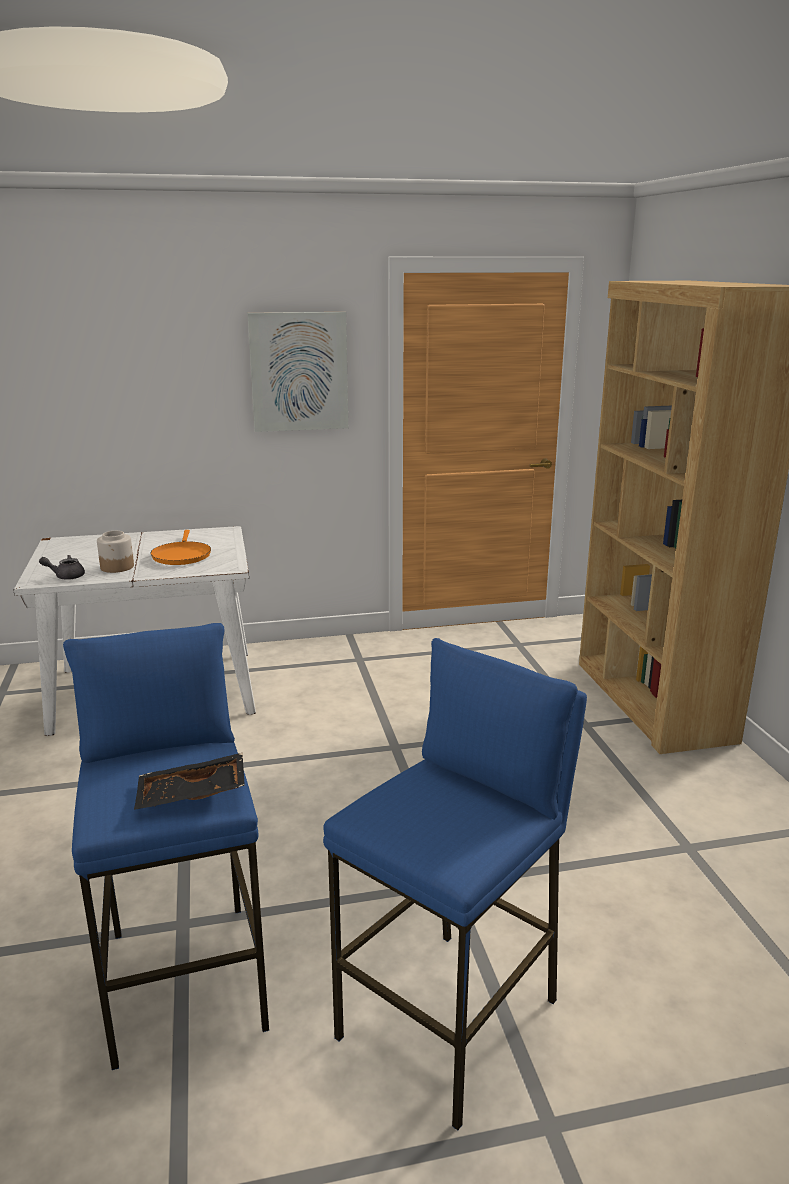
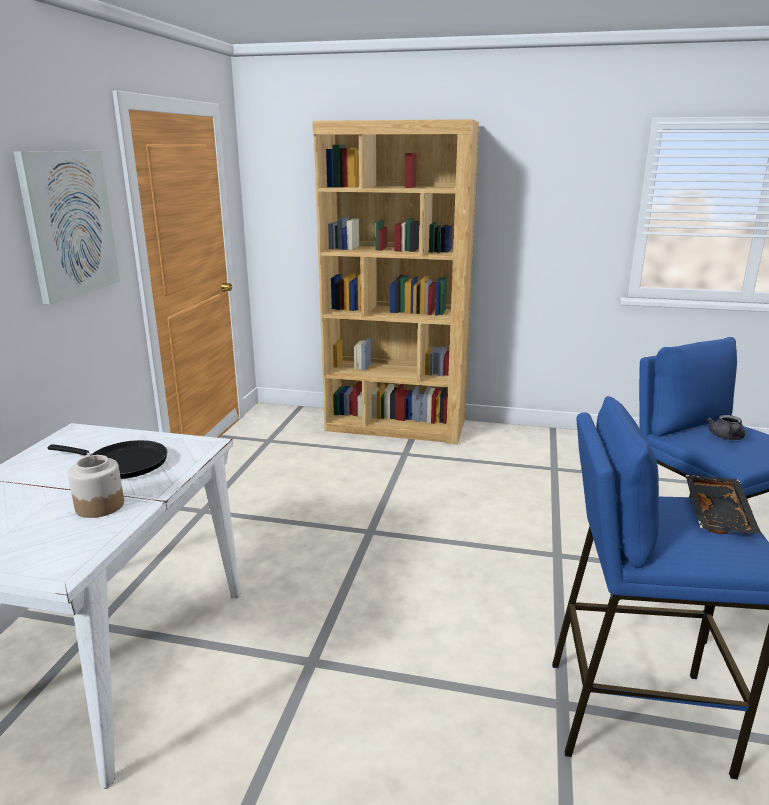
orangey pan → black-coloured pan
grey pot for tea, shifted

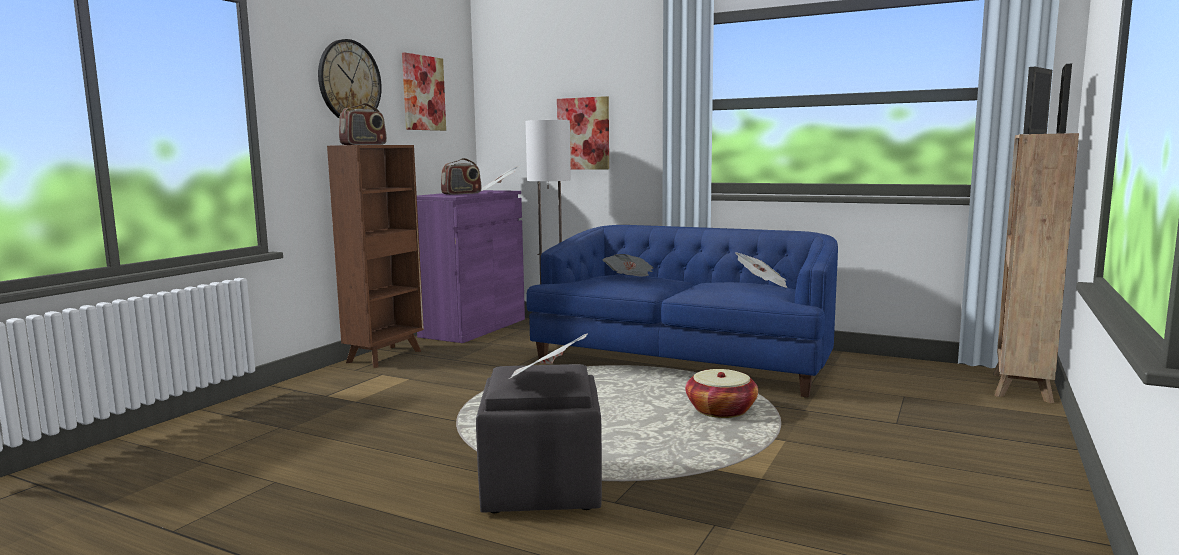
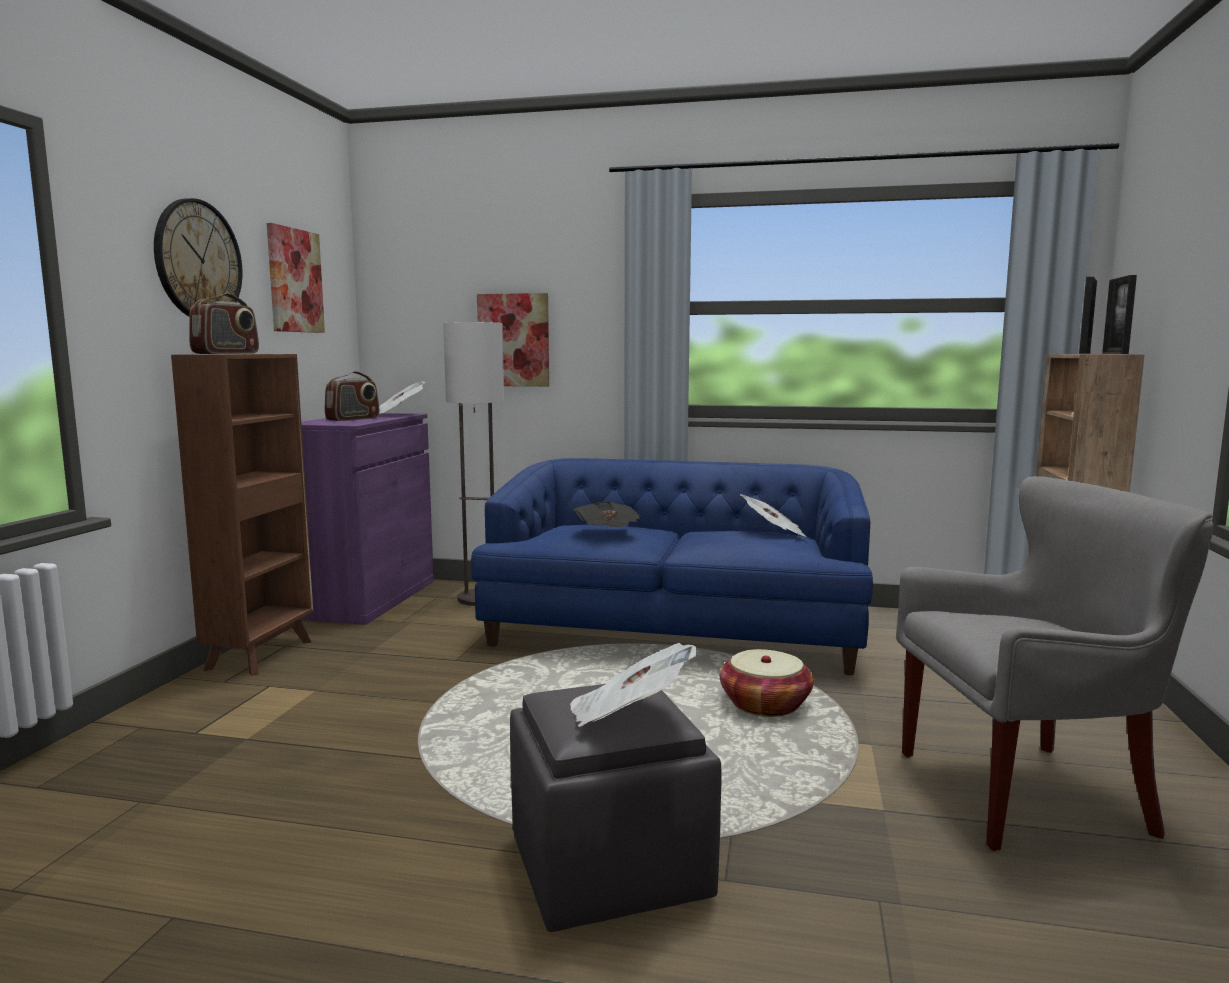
- → grey armchair

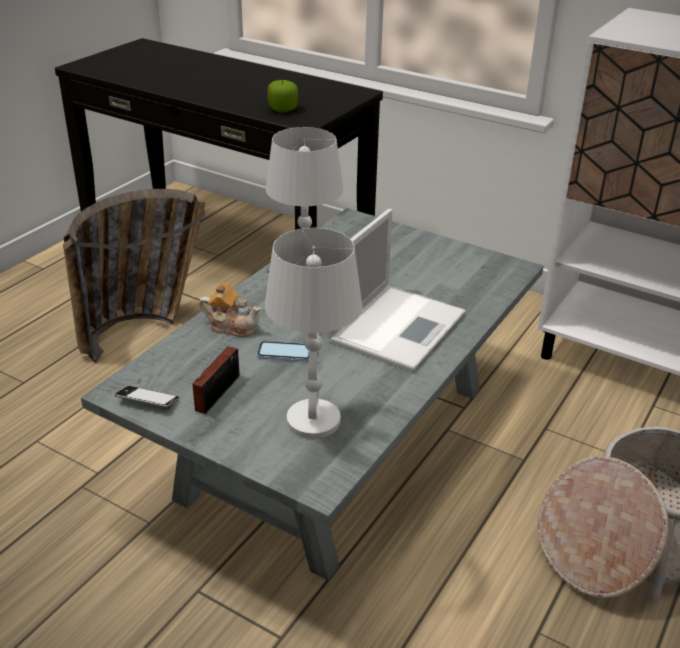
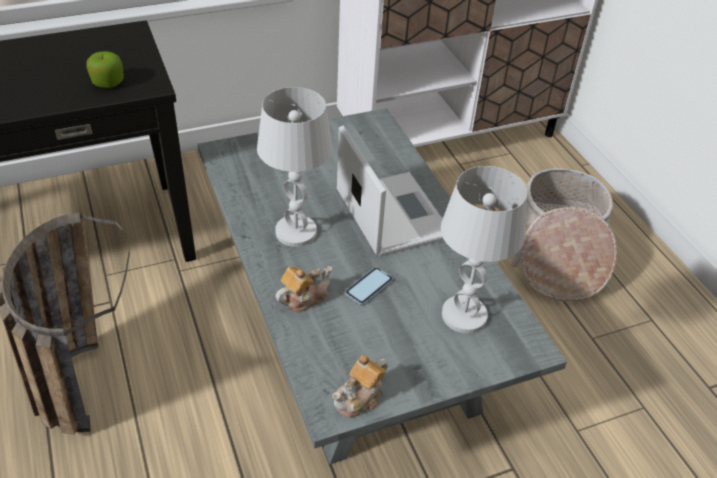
phone (no. 1 from left) → pot for tea (no. 2 from left)
radio → -

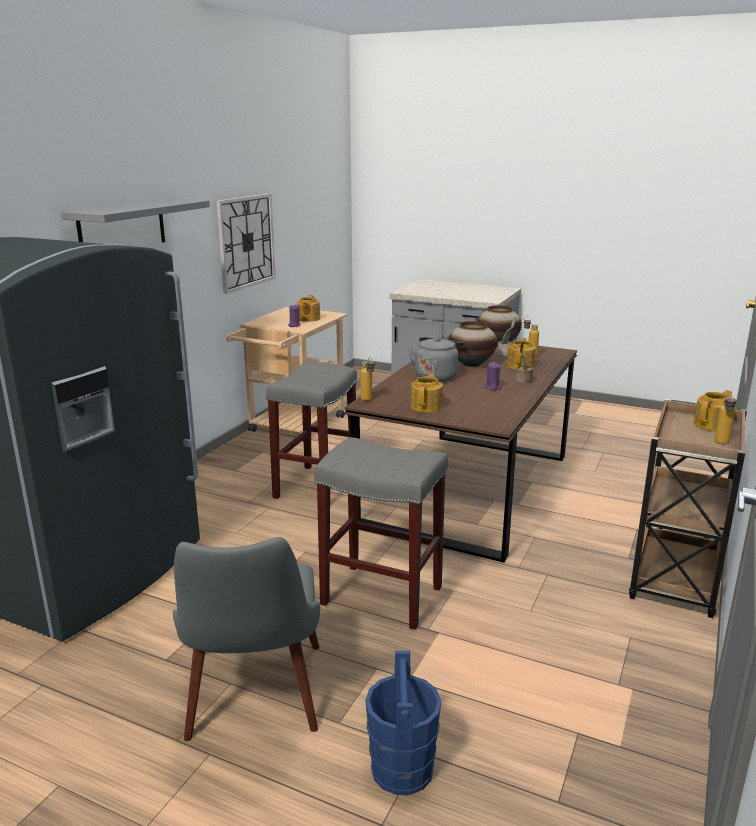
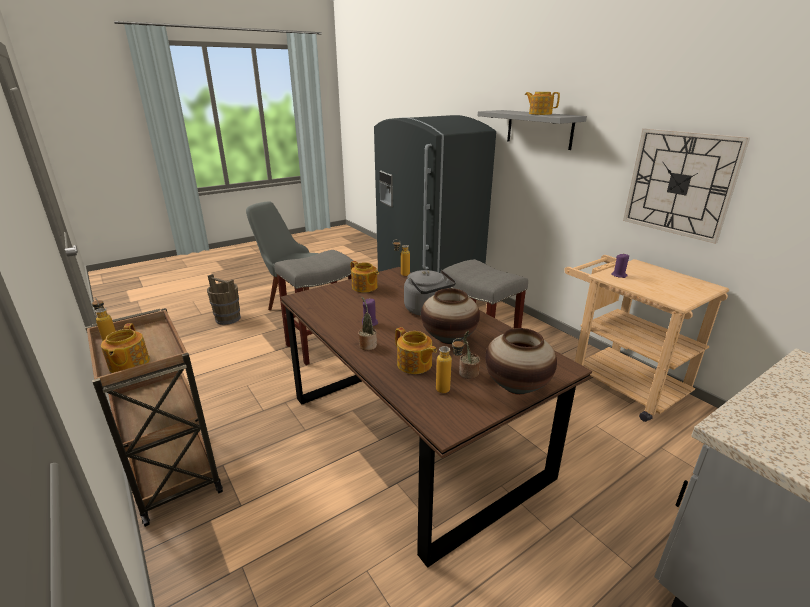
blue bucket → brown bucket
pot for tea (no. 1 from left in the first image) → pot for tea (no. 4 from left), shifted

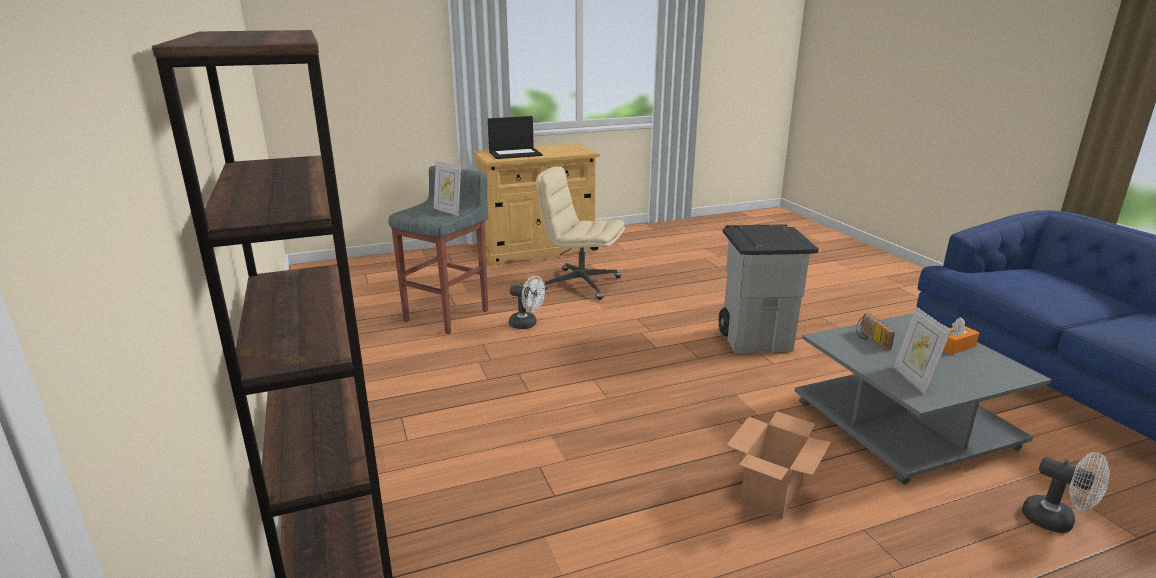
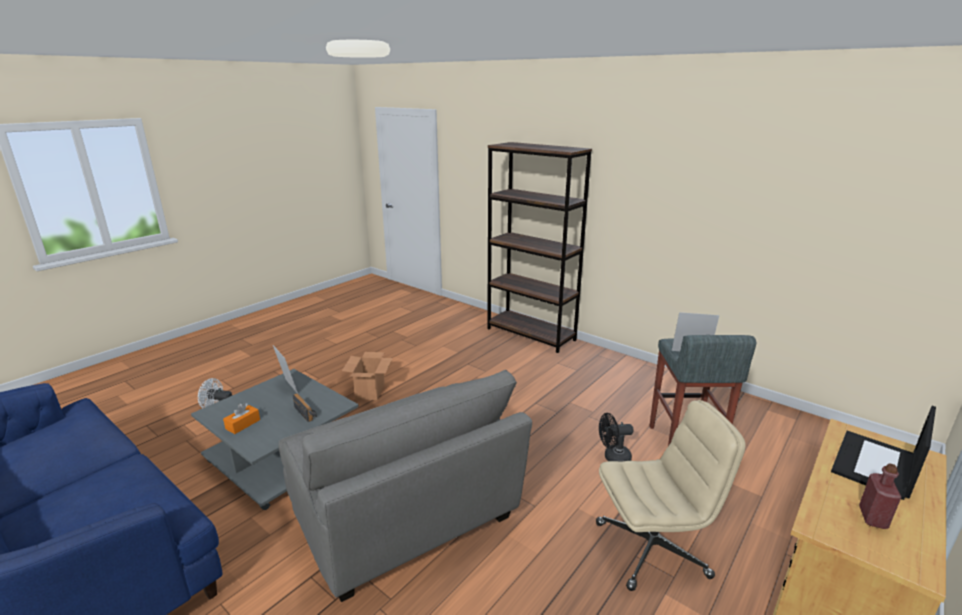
grey rubbish bin → grey armchair
white cooling fan (no. 1 from left) → black-coloured cooling fan
- → red-coloured beverage bottle

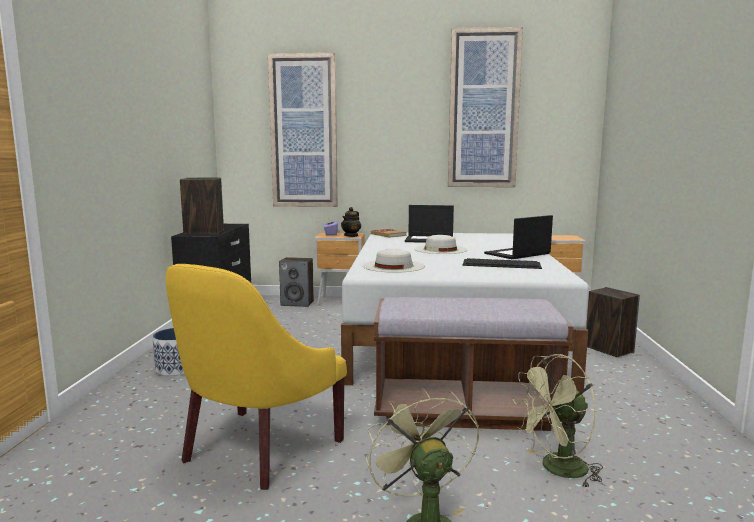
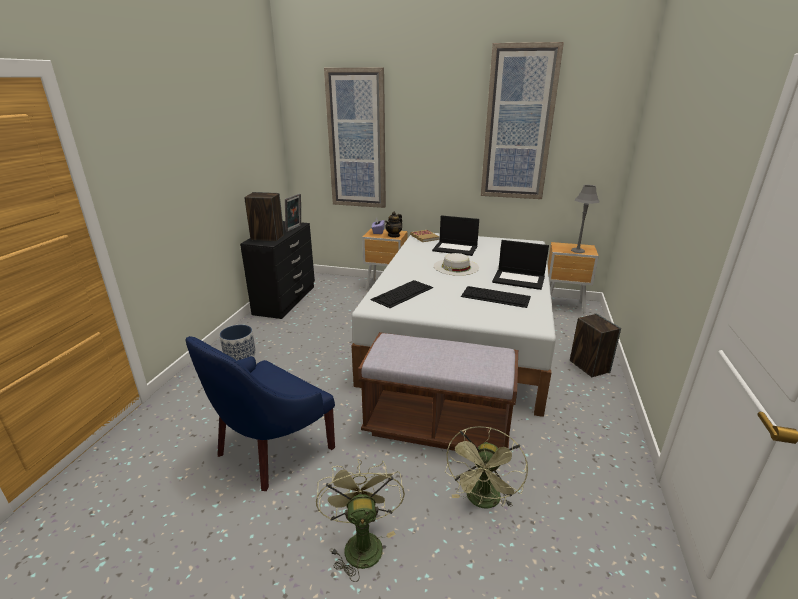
yellow-coloured armchair → blue armchair
- → photo frame
white hat (no. 1 from left) → computer keyboard (no. 1 from left)
greenish cooling fan (no. 2 from left), 60 degrees counterclockwise
portable computer (no. 2 from left), 135 degrees counterclockwise
- → grey table lamp
audio speaker (no. 2 from left) → -

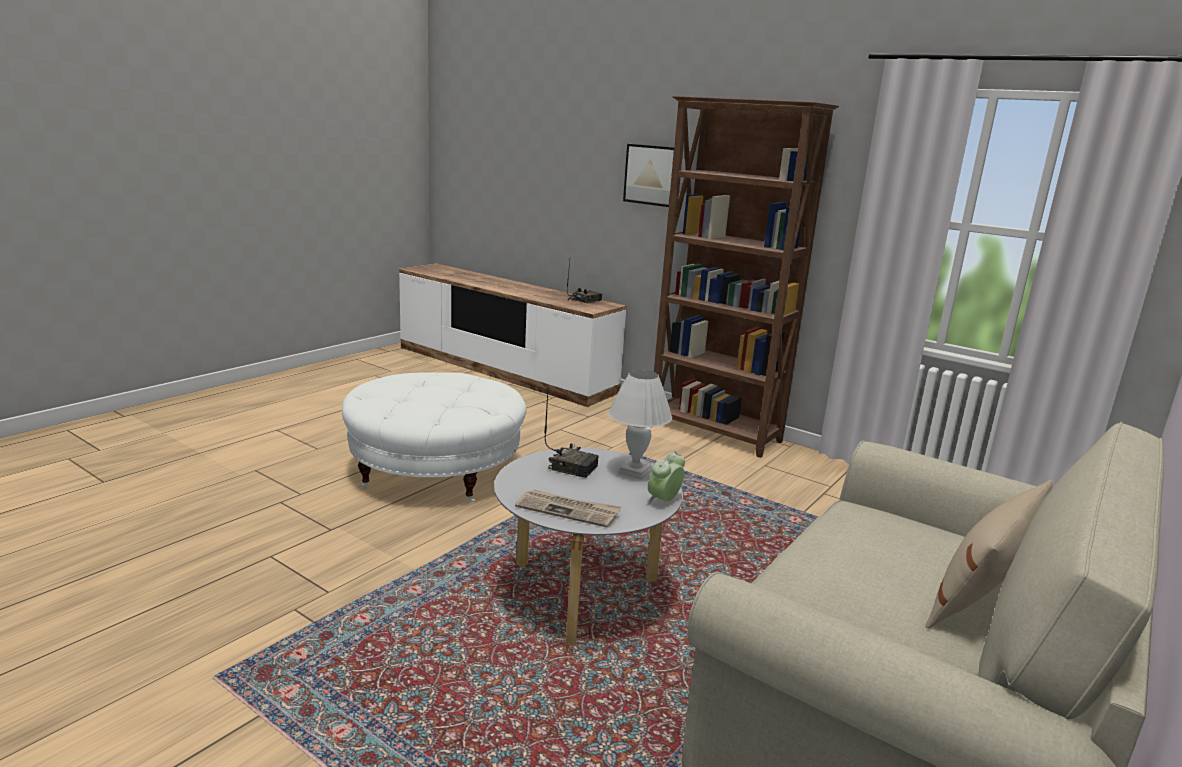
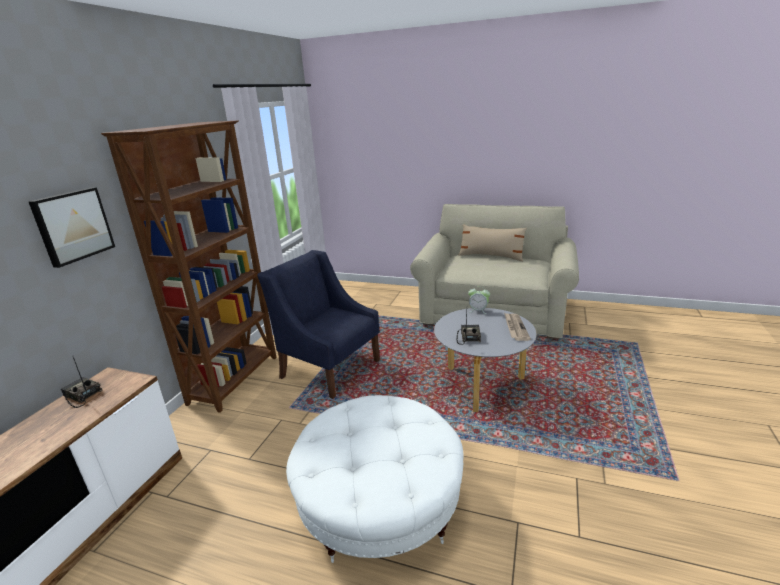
- → blue armchair
white table lamp → -

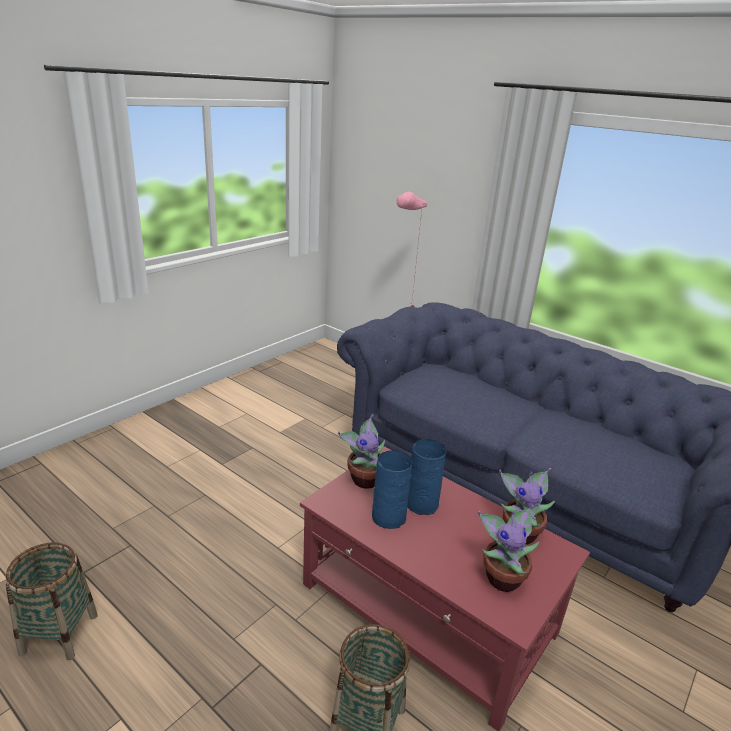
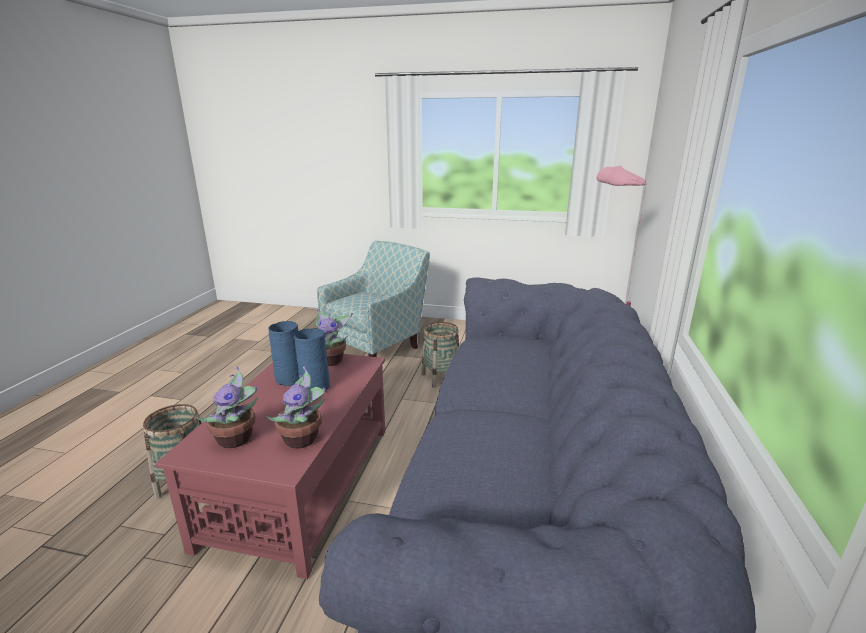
- → armchair
household basket (no. 1 from left in the first image) → household basket (no. 2 from left), shifted

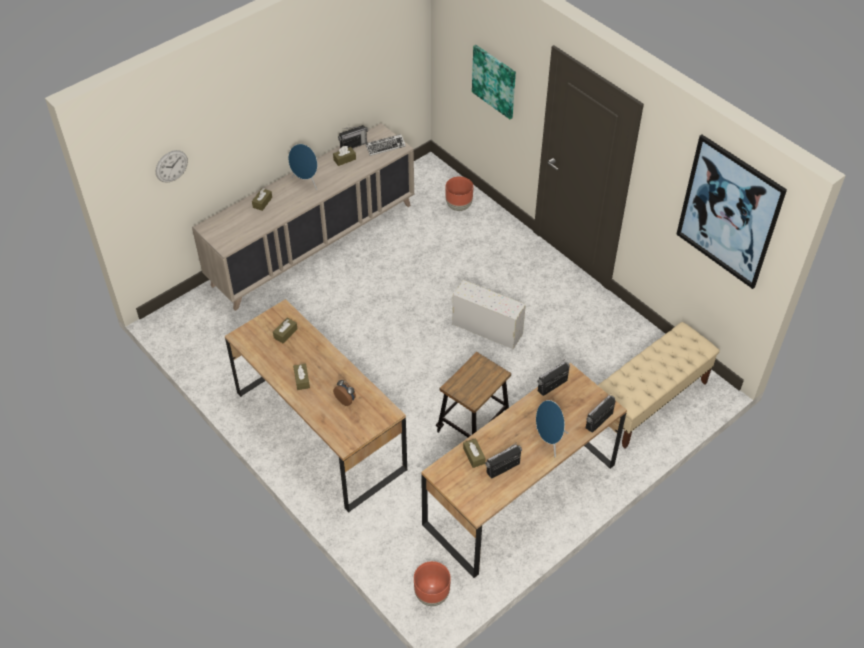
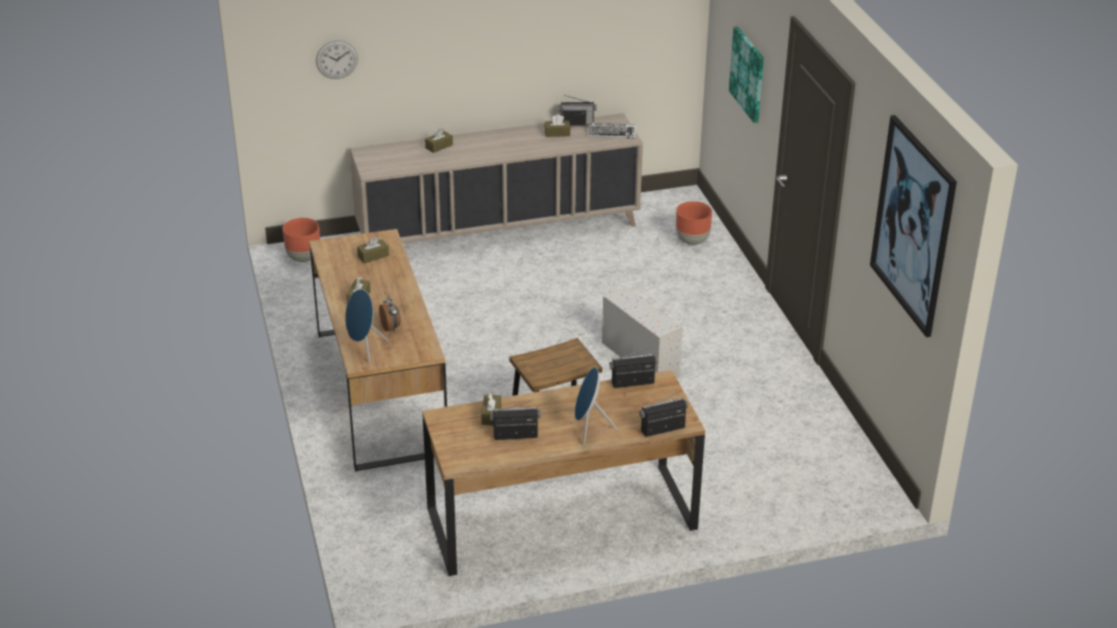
brown planter (no. 1 from left), shifted
blue audio speaker (no. 1 from left), shifted
beige-coloured bench → -

